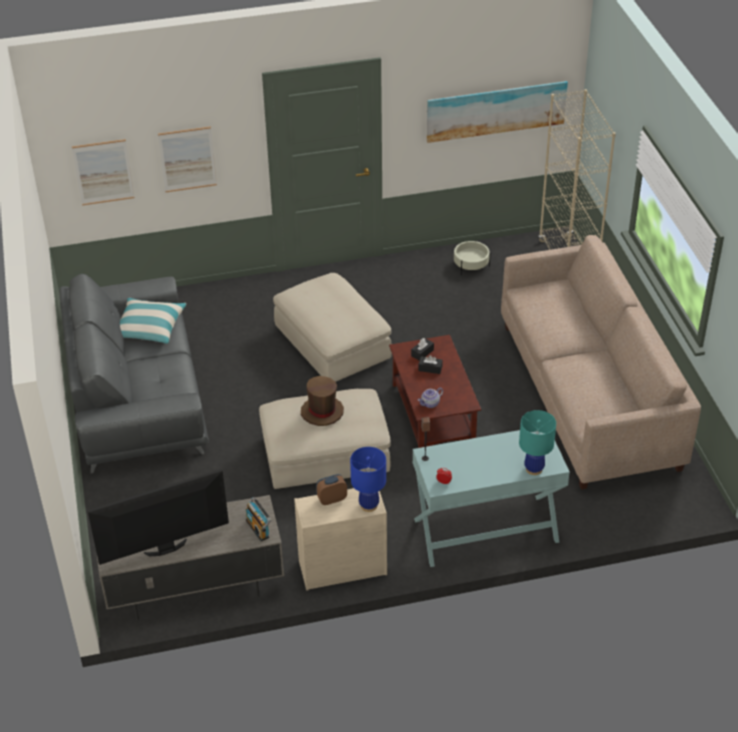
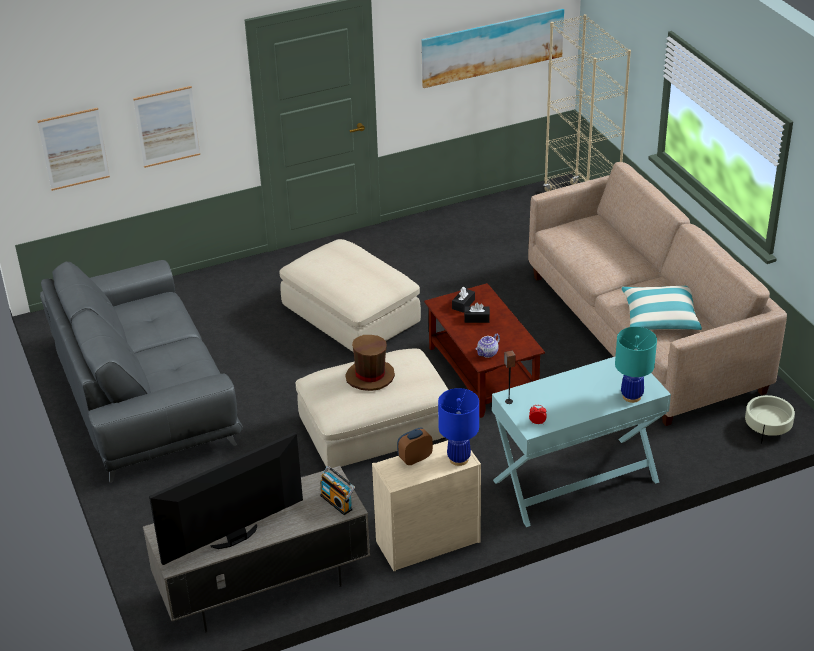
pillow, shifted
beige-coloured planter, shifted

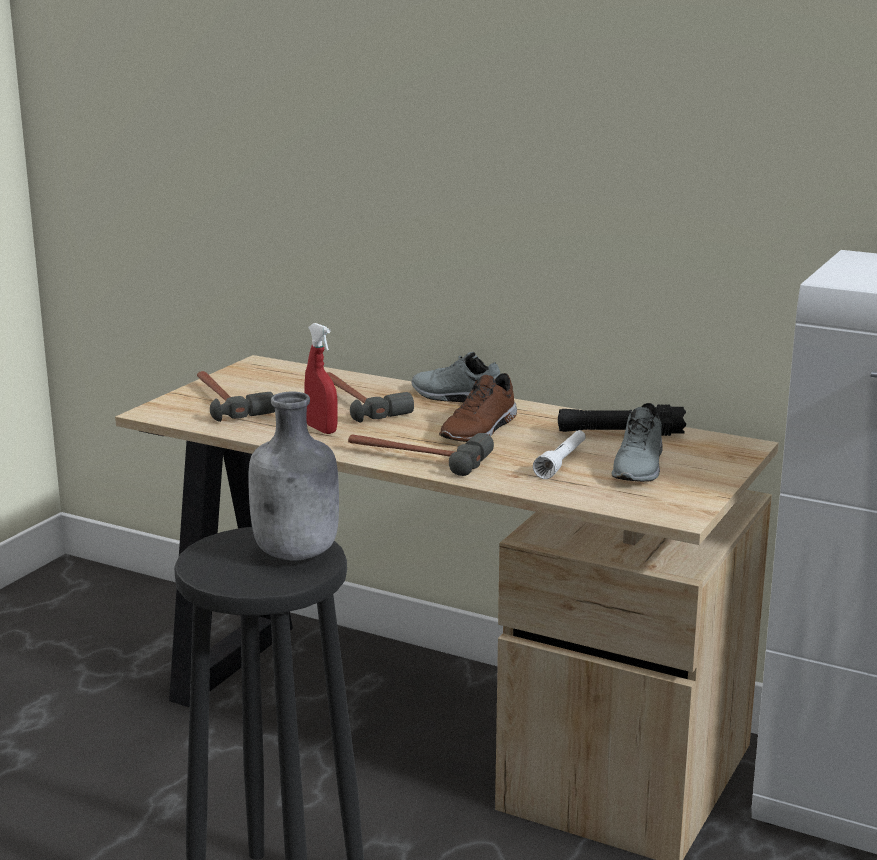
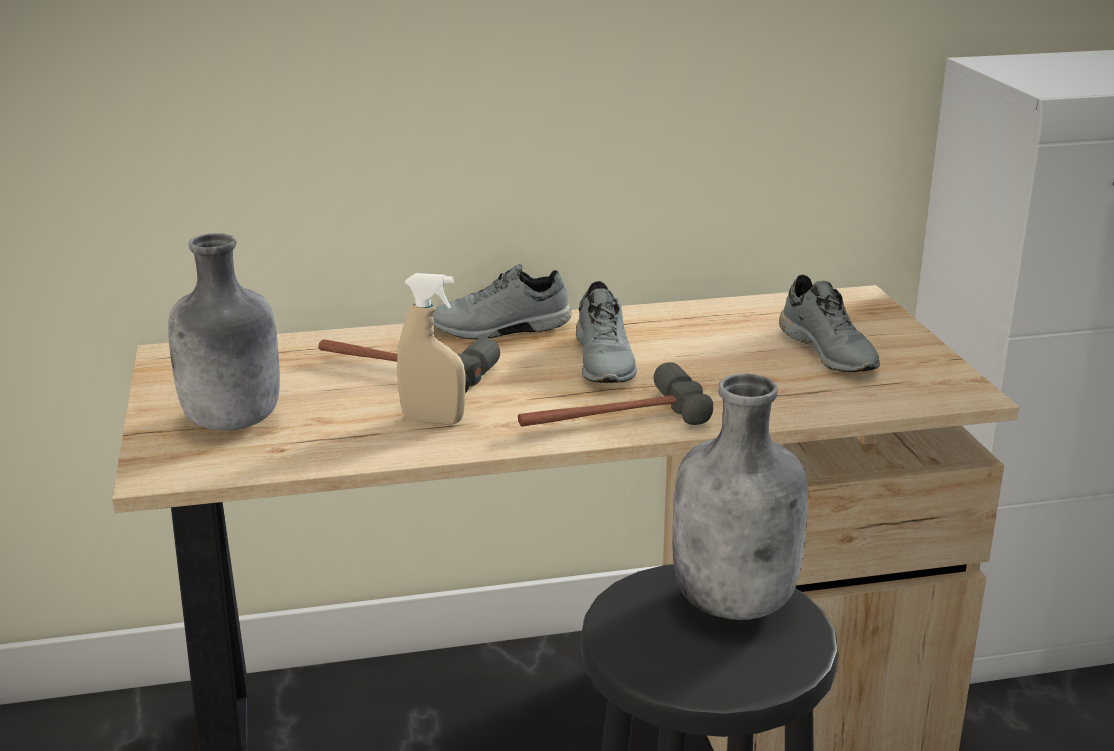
tool hammer (no. 1 from left) → grey beverage bottle (no. 1 from left)
red-coloured sprayer → beige-coloured sprayer
brown low shoe → grey low shoe (no. 2 from left)
white hand torch → -
black-coloured hand torch → -

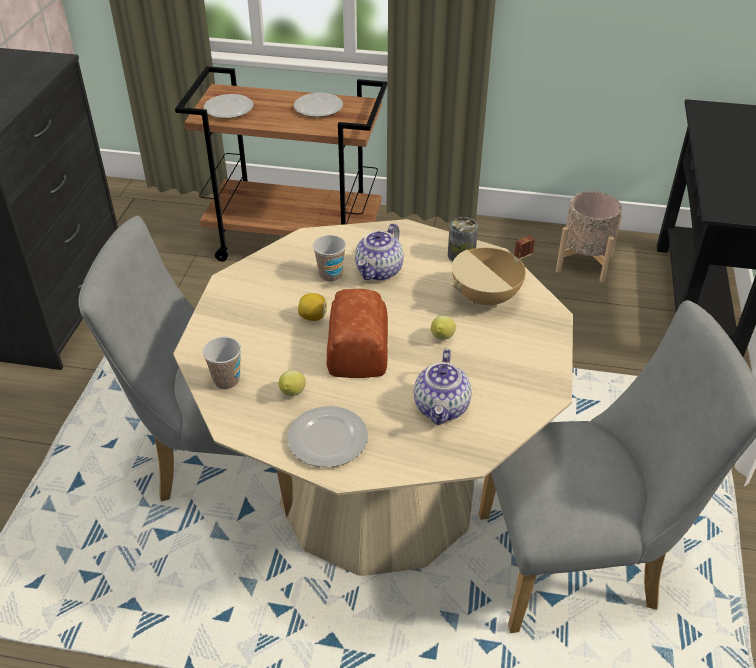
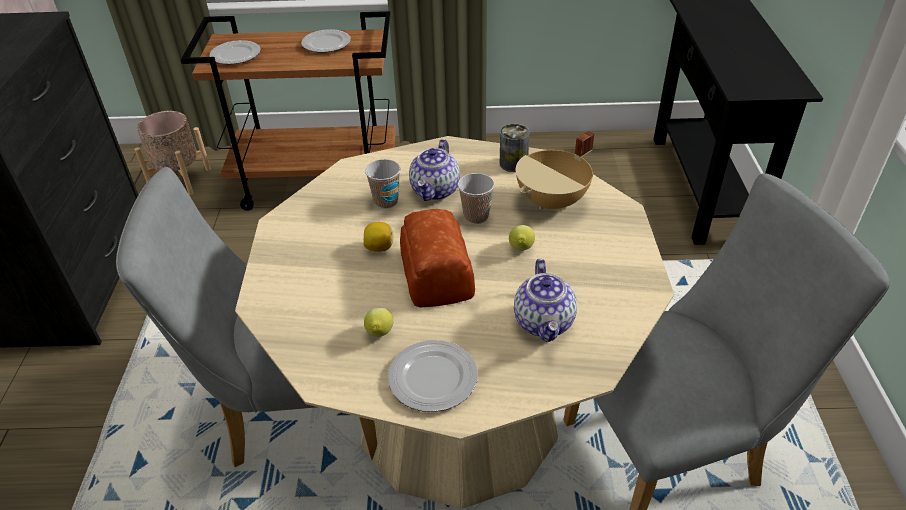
beige-coloured planter, shifted
small cup (no. 1 from left in the first image) → small cup (no. 2 from left), shifted

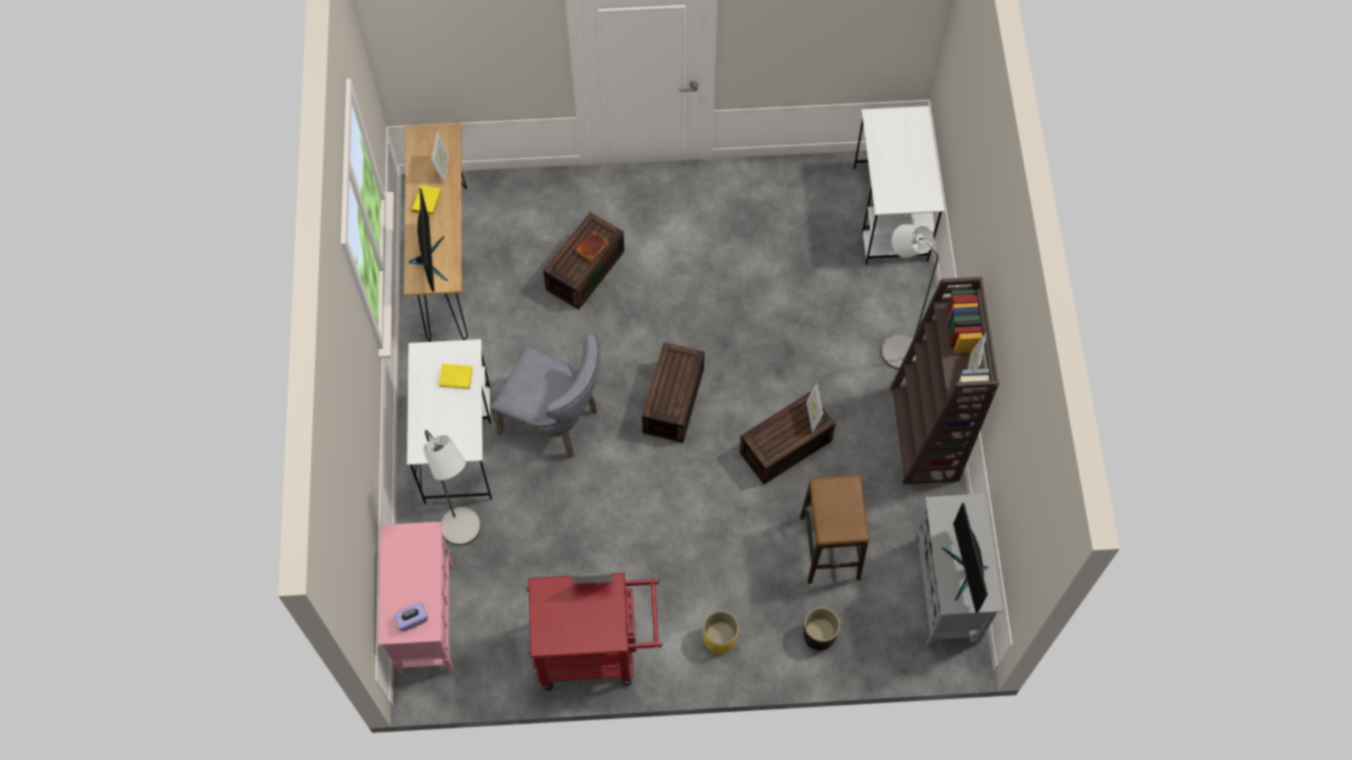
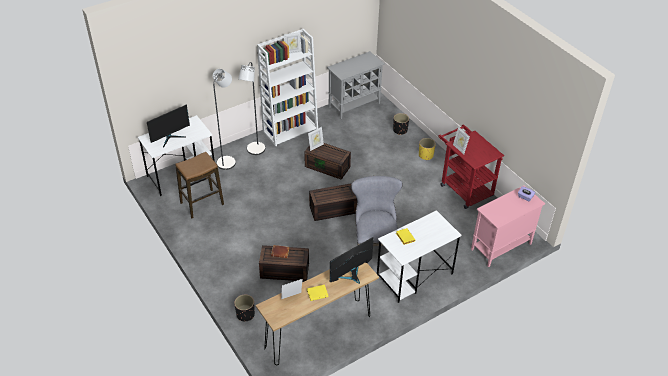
computer display (no. 2 from left in the first image) → computer display (no. 1 from left), shifted
stool seat, shifted
grey standing lamp (no. 1 from left), shifted
- → black-coloured planter (no. 1 from left)
brown bookcase → white bookcase

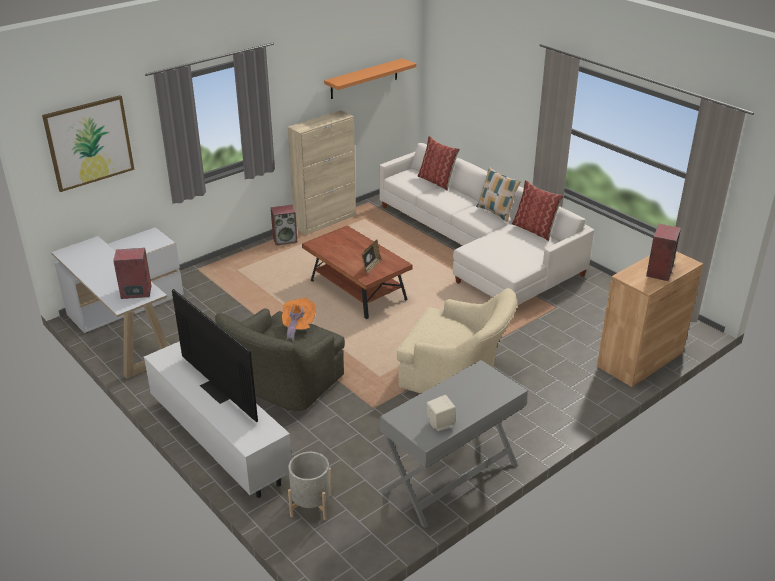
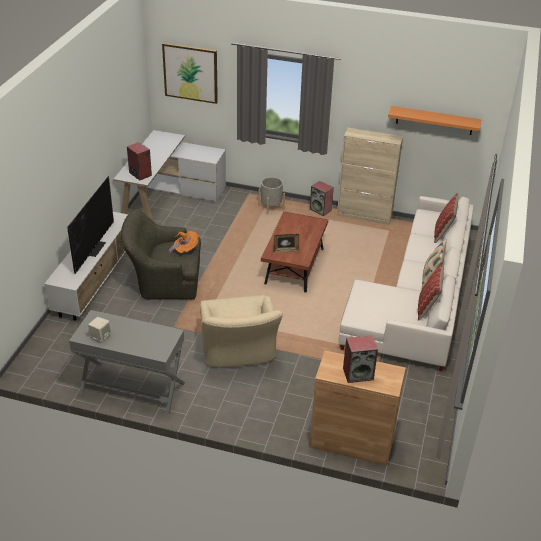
grey planter, shifted

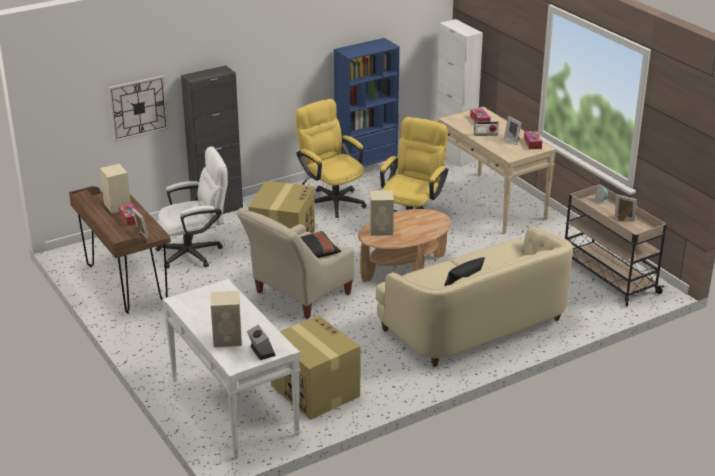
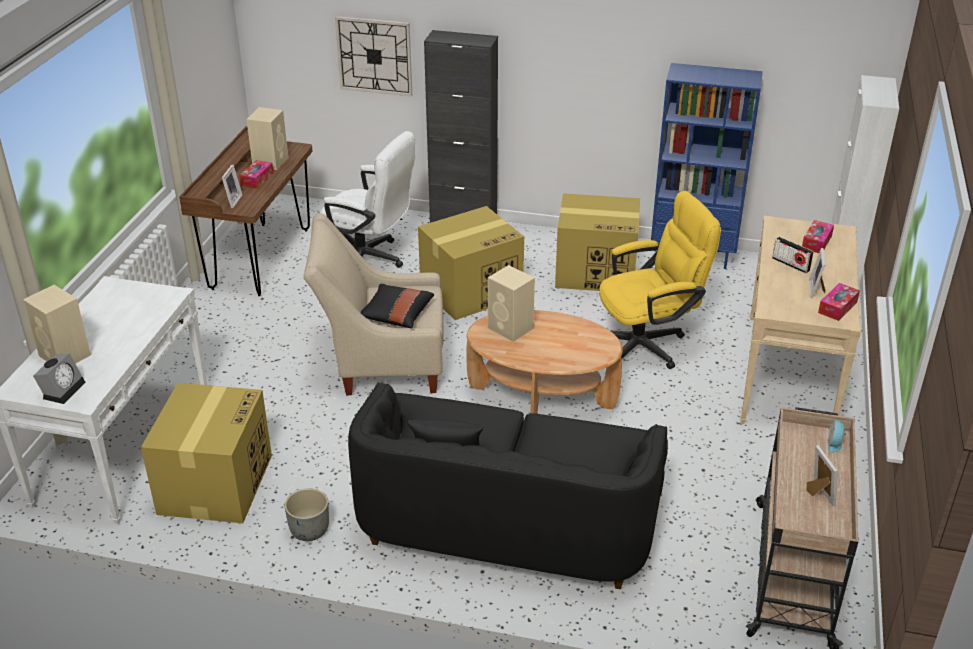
- → grey planter
beige-coloured couch → black-coloured couch
yellow-coloured desk chair (no. 1 from left) → cardboard box (no. 3 from left)

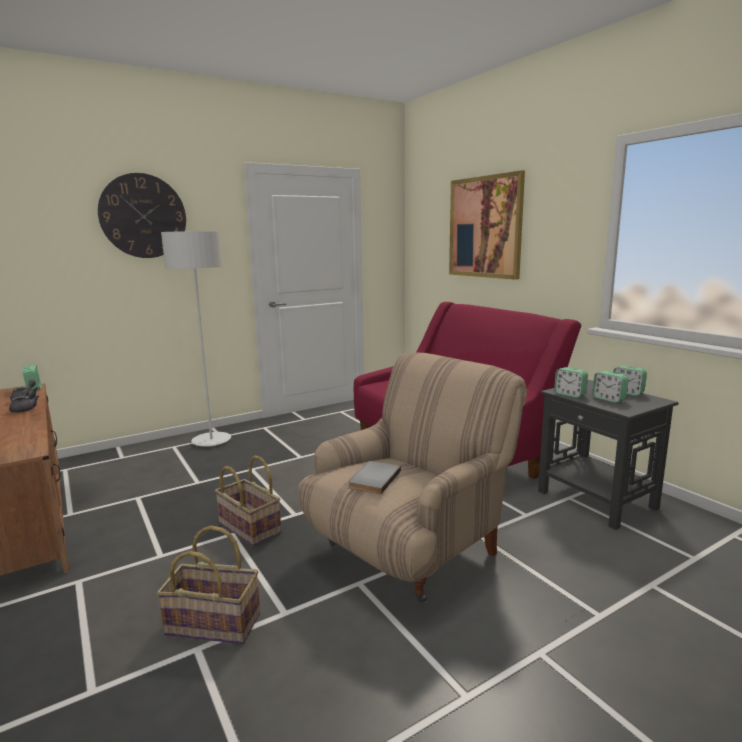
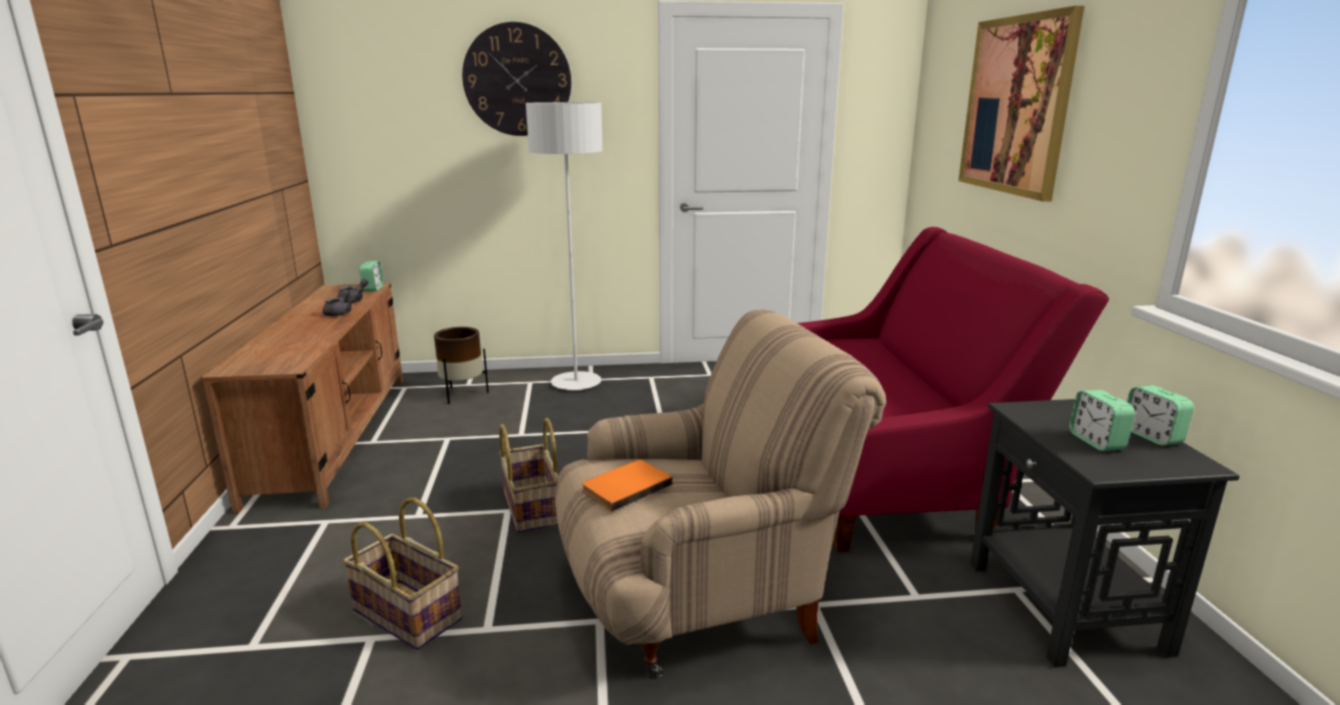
- → brown planter
grey book → orangey book
table clock (no. 2 from left) → -

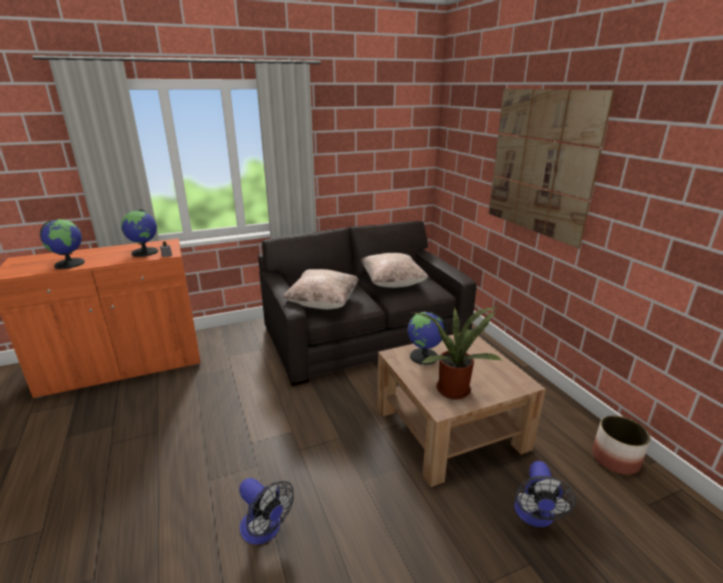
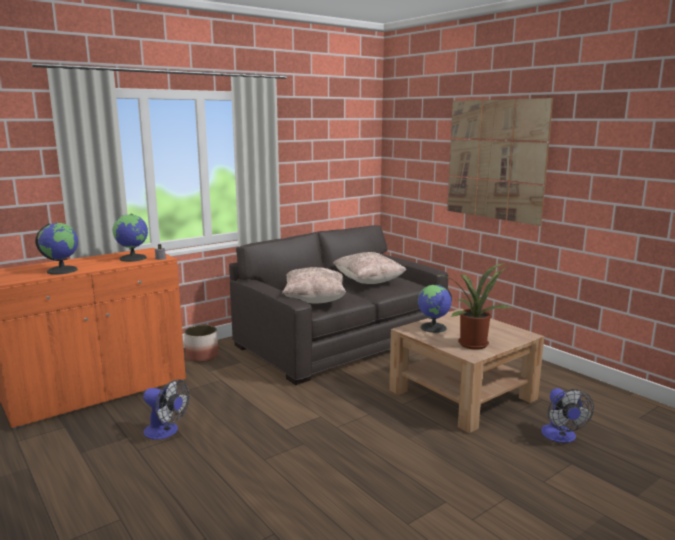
cooling fan (no. 1 from left), shifted
planter, shifted

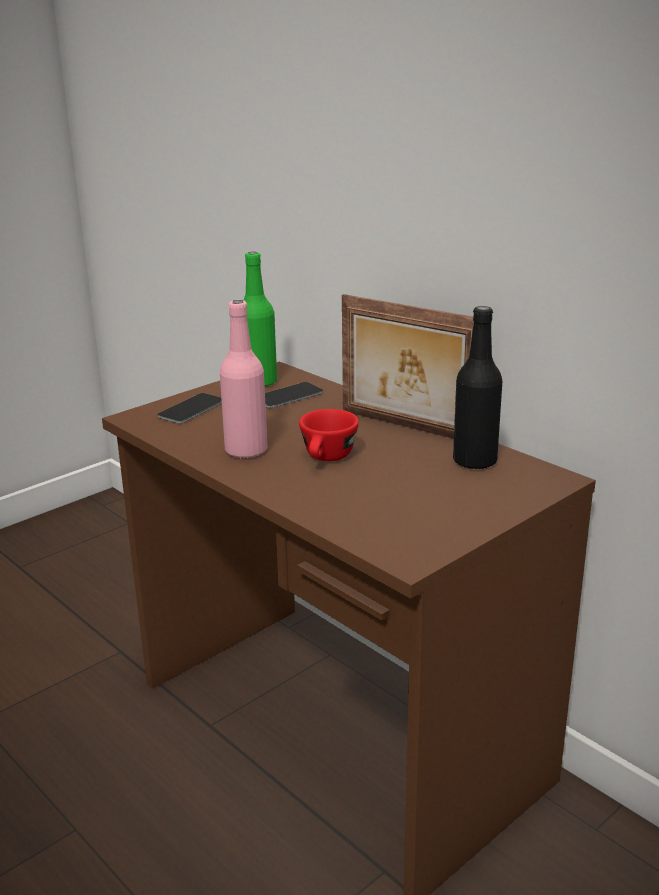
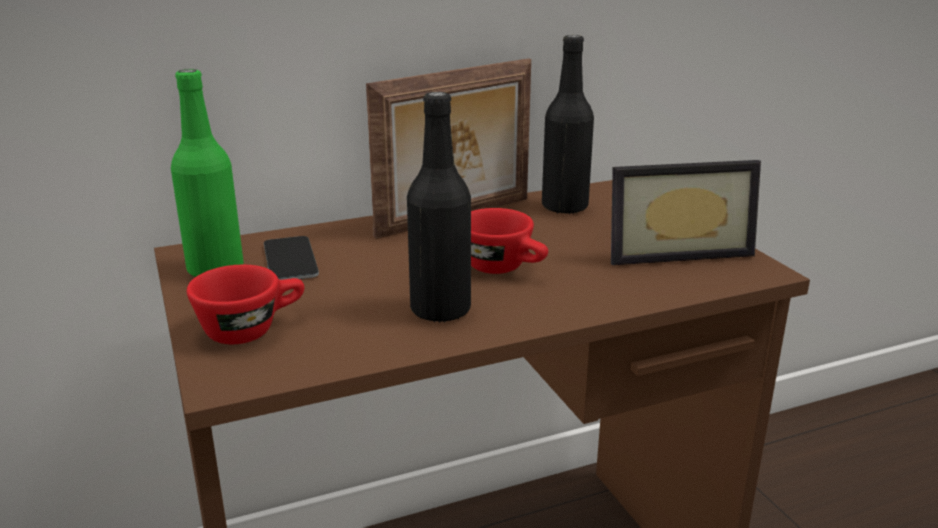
phone (no. 1 from left) → red-coloured small cup (no. 1 from left)
pink-coloured beverage bottle → black-coloured beverage bottle (no. 1 from left)
- → photo frame (no. 2 from left)

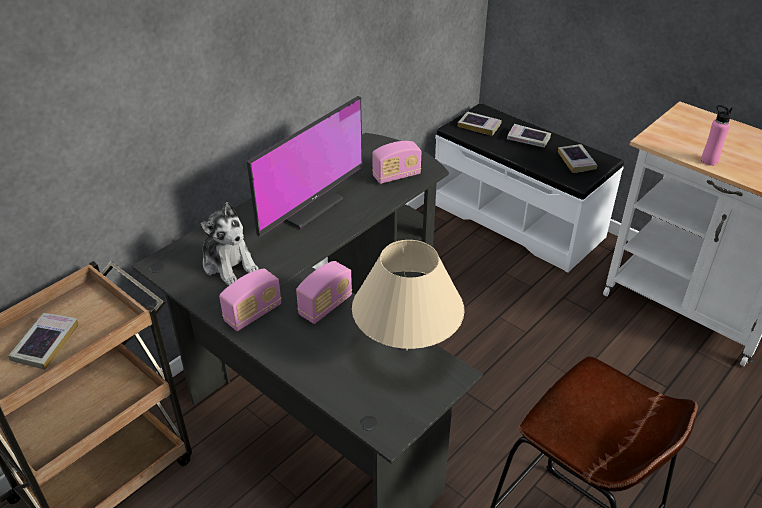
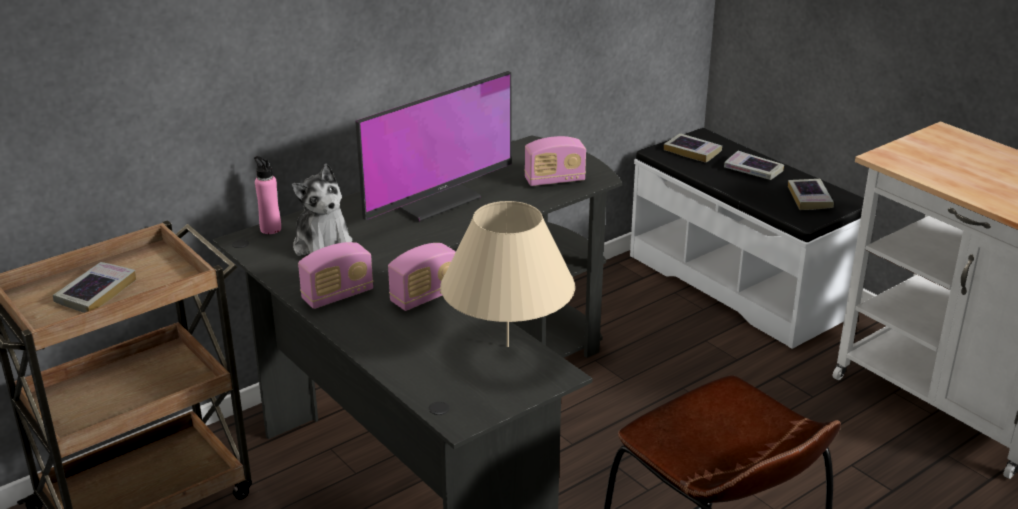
pink-coloured beverage bottle, shifted

